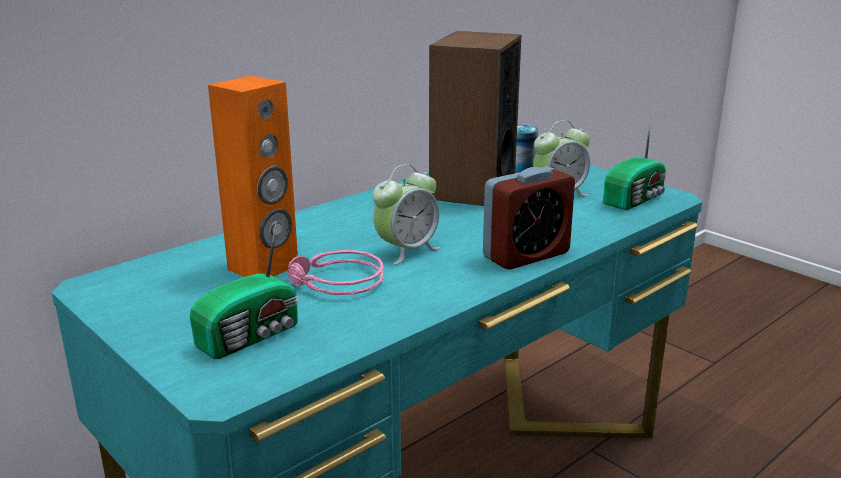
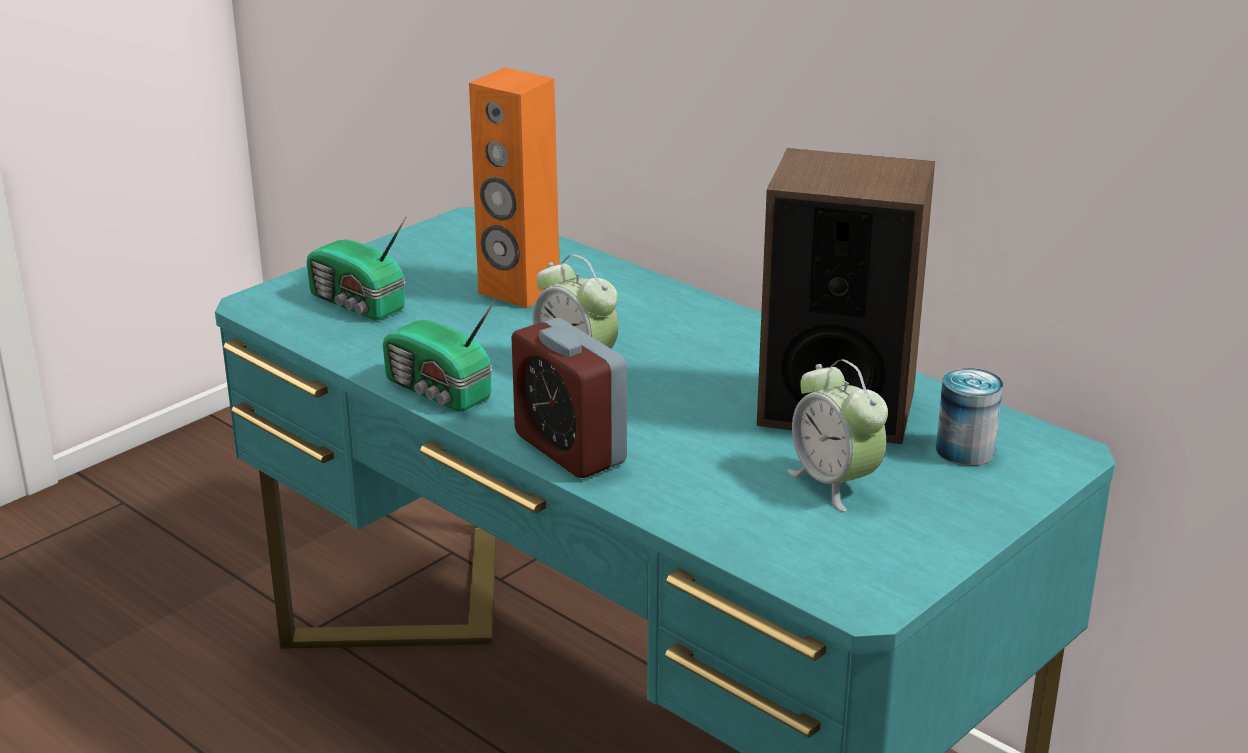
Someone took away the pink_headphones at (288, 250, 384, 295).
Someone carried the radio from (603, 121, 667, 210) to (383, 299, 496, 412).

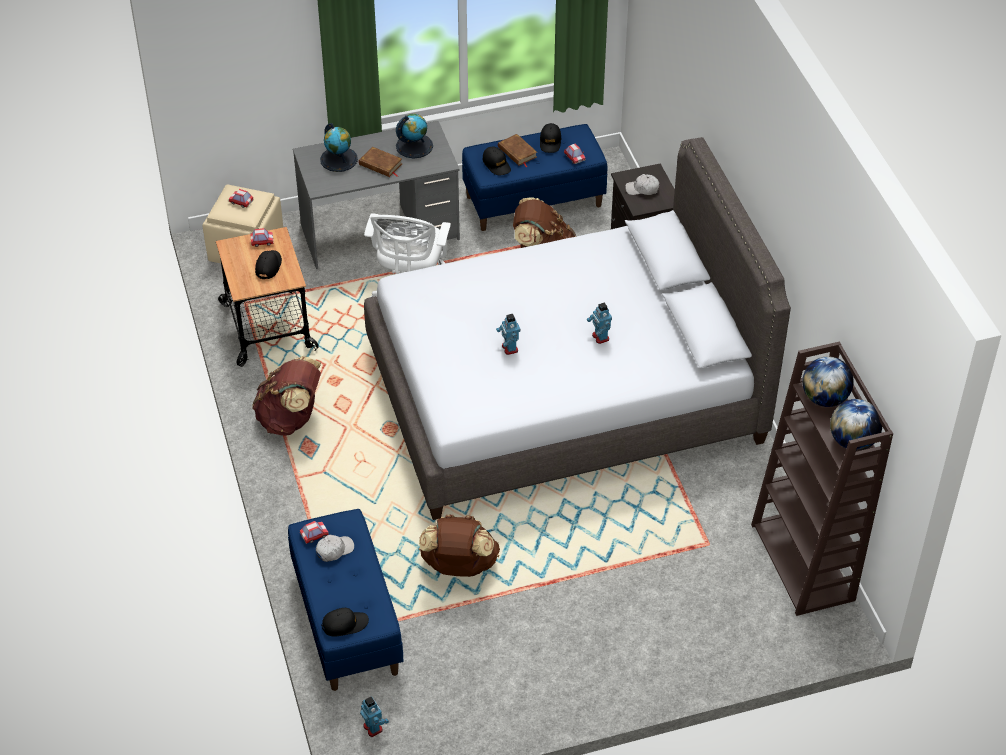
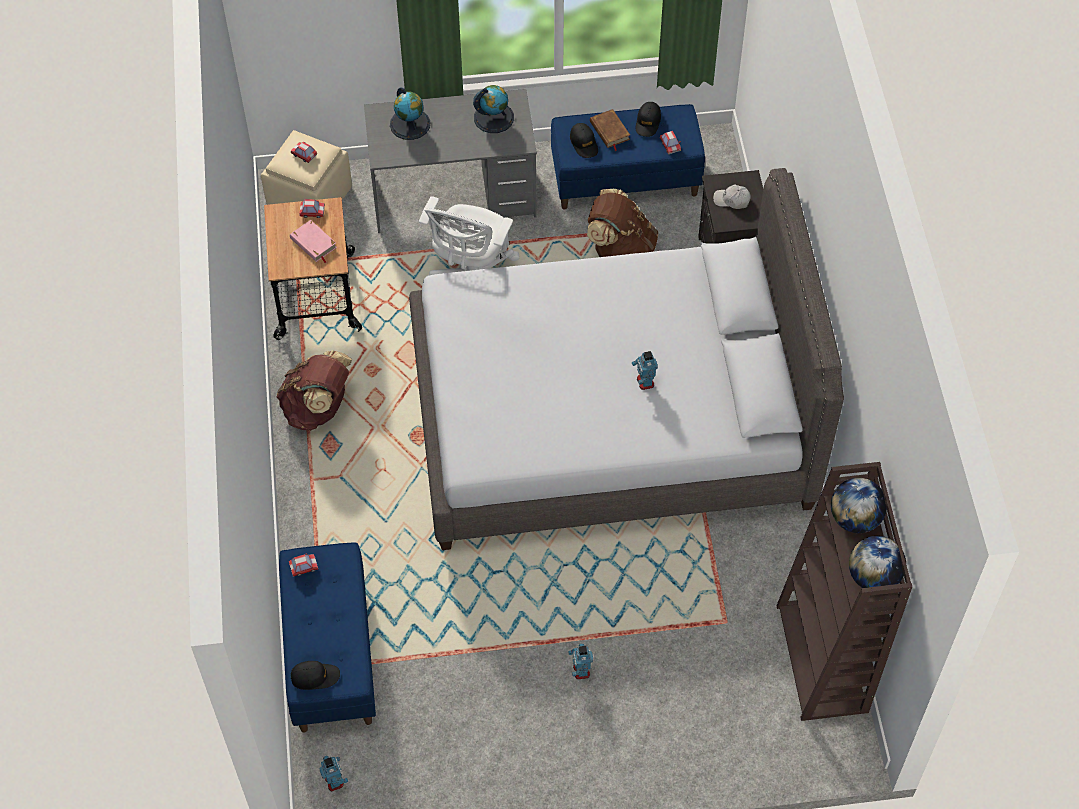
Someone took away the white_cap at (316, 535, 354, 562).
Someone took away the brown_book at (359, 147, 402, 177).
Someone took away the brown_backpack at (419, 515, 500, 577).
Someone carried the toy_robot from (496, 314, 520, 355) to (568, 644, 593, 679).
Someone swapped the black_cap at (255, 250, 282, 279) for the pink_book at (290, 220, 337, 263).

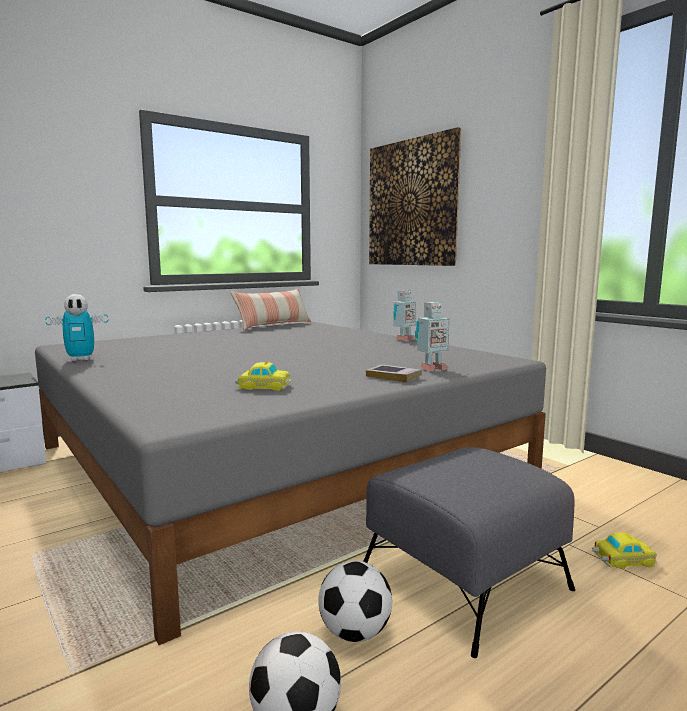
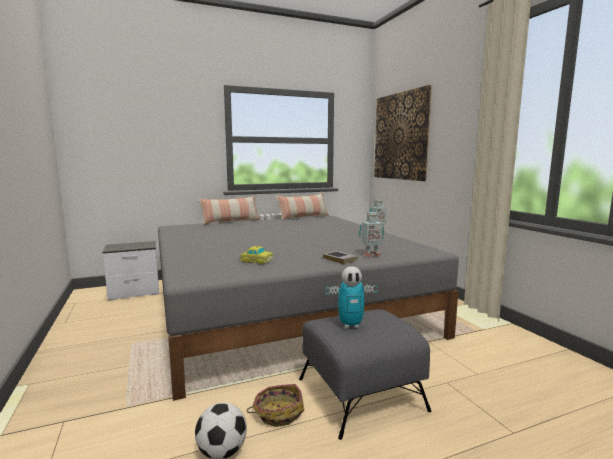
Someone took away the toy_car at (592, 532, 657, 569).
Someone put down the pillow at (198, 196, 260, 225).
Someone carried the toy_robot from (45, 294, 109, 361) to (325, 266, 378, 329).
Someone swapped the football at (318, 561, 392, 642) for the basket at (247, 384, 304, 427).

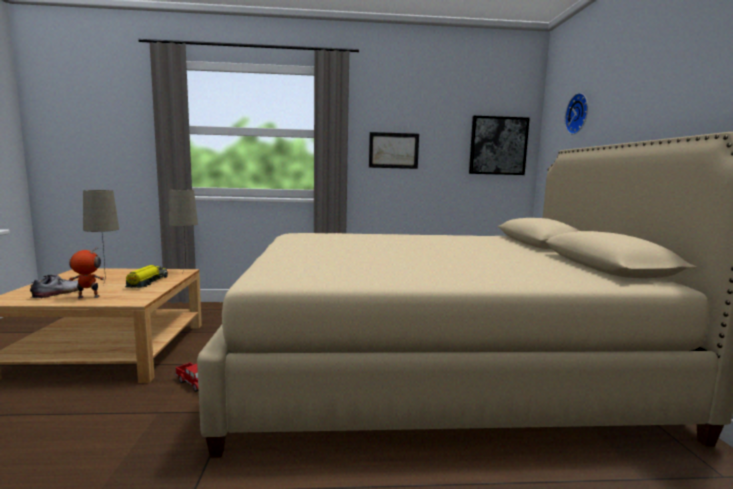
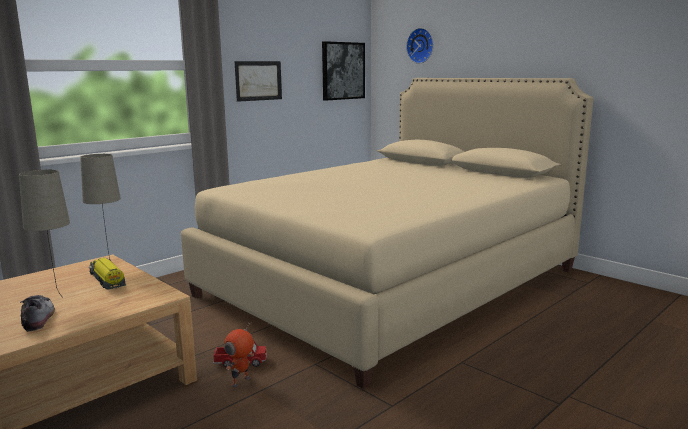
Someone carried the toy_robot from (69, 247, 104, 298) to (224, 322, 254, 387).

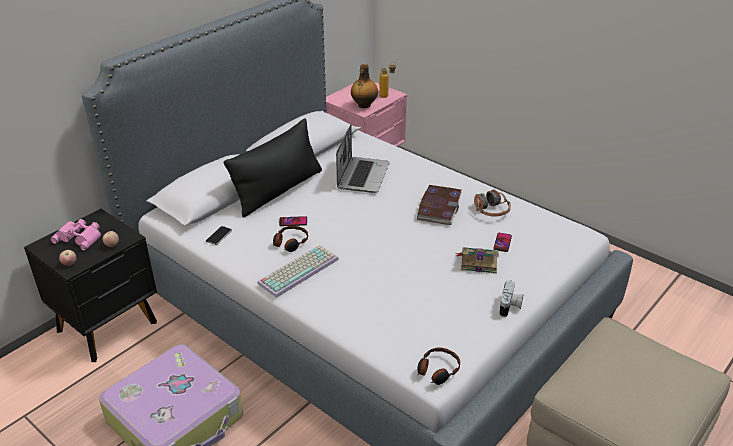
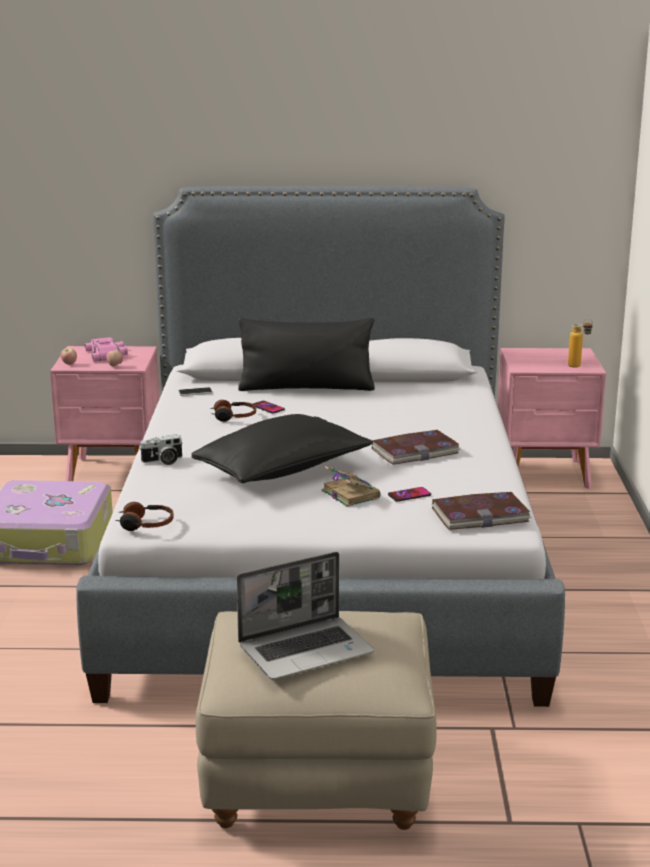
Someone took away the keyboard at (257, 245, 339, 298).
Someone took away the bottle at (351, 64, 378, 108).
Someone took away the headphones at (474, 190, 511, 217).
Someone put down the black_pillow at (191, 414, 372, 483).
Someone put down the book at (431, 492, 531, 530).
Someone carried the laptop from (336, 124, 390, 193) to (237, 552, 374, 680).
Someone carried the photo_camera from (500, 280, 524, 317) to (139, 434, 183, 465).
Someone repainted the black_nightstand at (24, 209, 157, 362), which became the pink_nightstand at (50, 346, 159, 481).

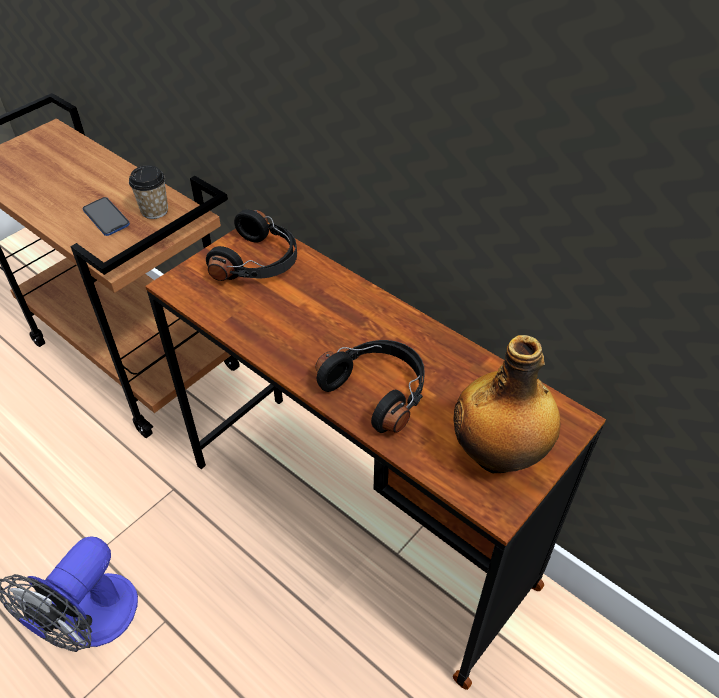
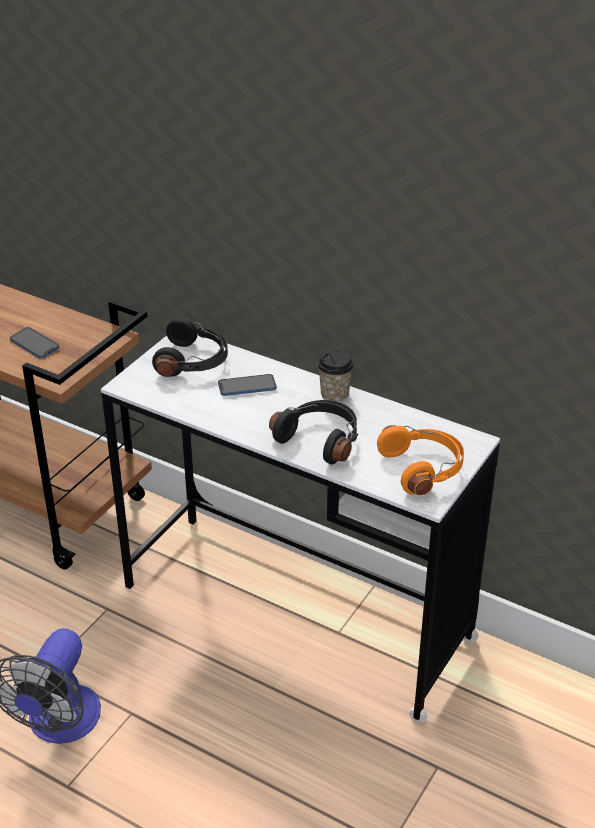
Someone put down the phone at (218, 374, 277, 396).
Someone carried the cup from (129, 165, 168, 219) to (318, 350, 354, 402).
Someone swapped the bottle at (453, 335, 560, 474) for the orange_headphones at (377, 425, 464, 495).
Someone repainted the brown_desk at (145, 223, 606, 690), which became the white_desk at (101, 335, 500, 723).

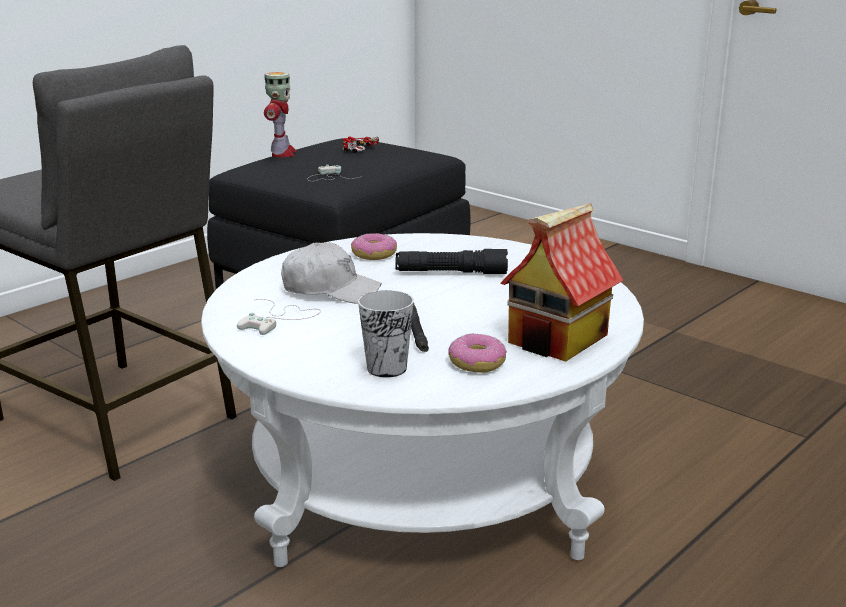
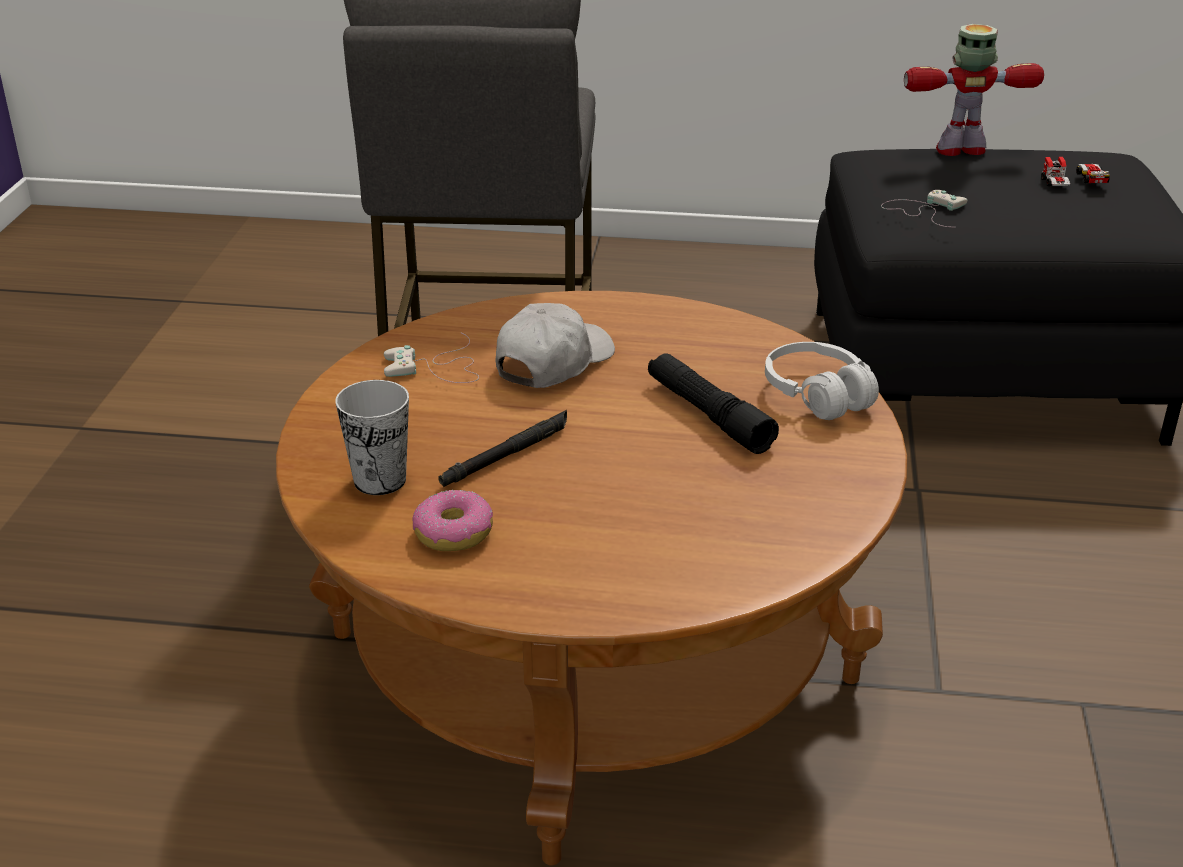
Someone took away the donut at (351, 233, 397, 260).
Someone took away the toy_house at (500, 203, 624, 362).
Someone put down the white_headphones at (765, 342, 879, 420).
Someone repainted the white_coffee_table at (201, 233, 644, 567), which became the brown_coffee_table at (276, 291, 907, 865).
Someone rotated the toy_robot at (264, 72, 297, 157) by 150 degrees counterclockwise.
Someone rotated the white_cap at (281, 242, 382, 304) by 120 degrees counterclockwise.

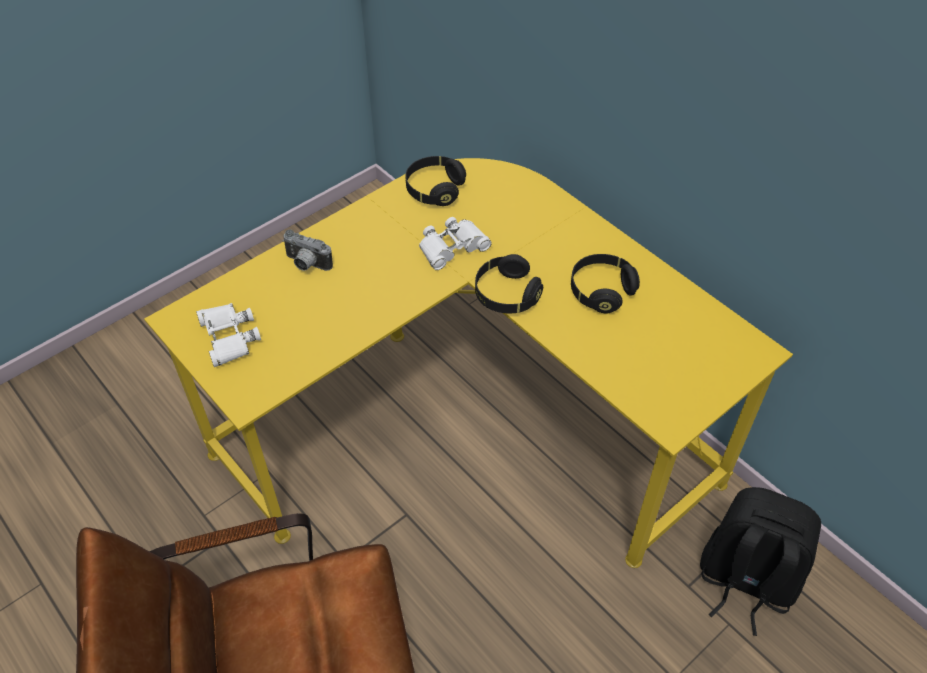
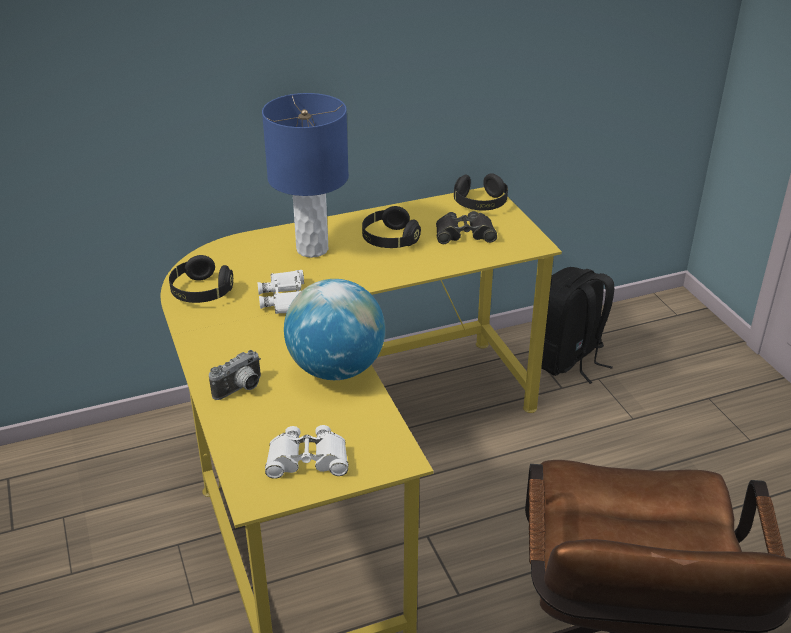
Someone put down the blue_table_lamp at (262, 93, 349, 258).
Someone put down the globe at (284, 279, 385, 380).
Someone put down the black_binoculars at (436, 211, 497, 244).
Someone carried the black_headphones from (475, 254, 543, 313) to (454, 173, 508, 211).

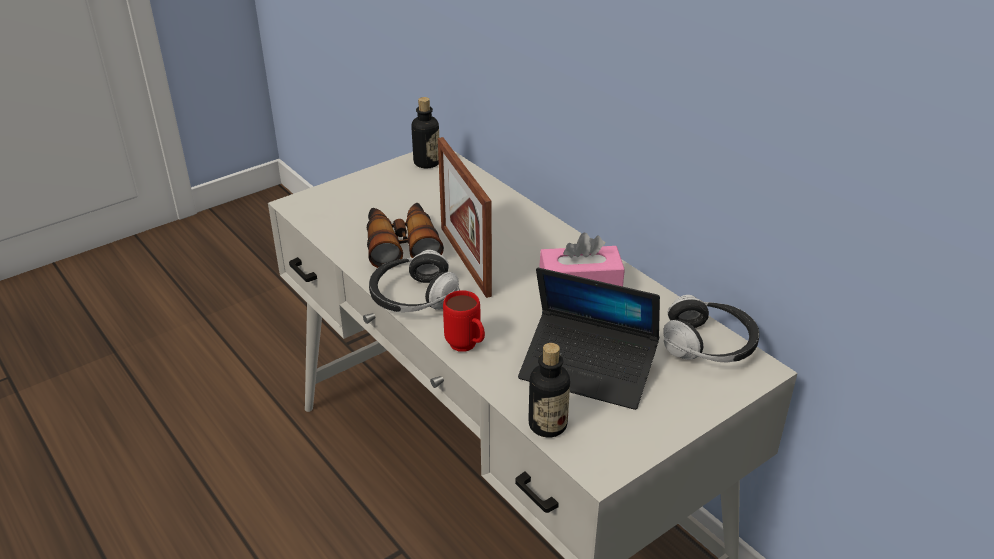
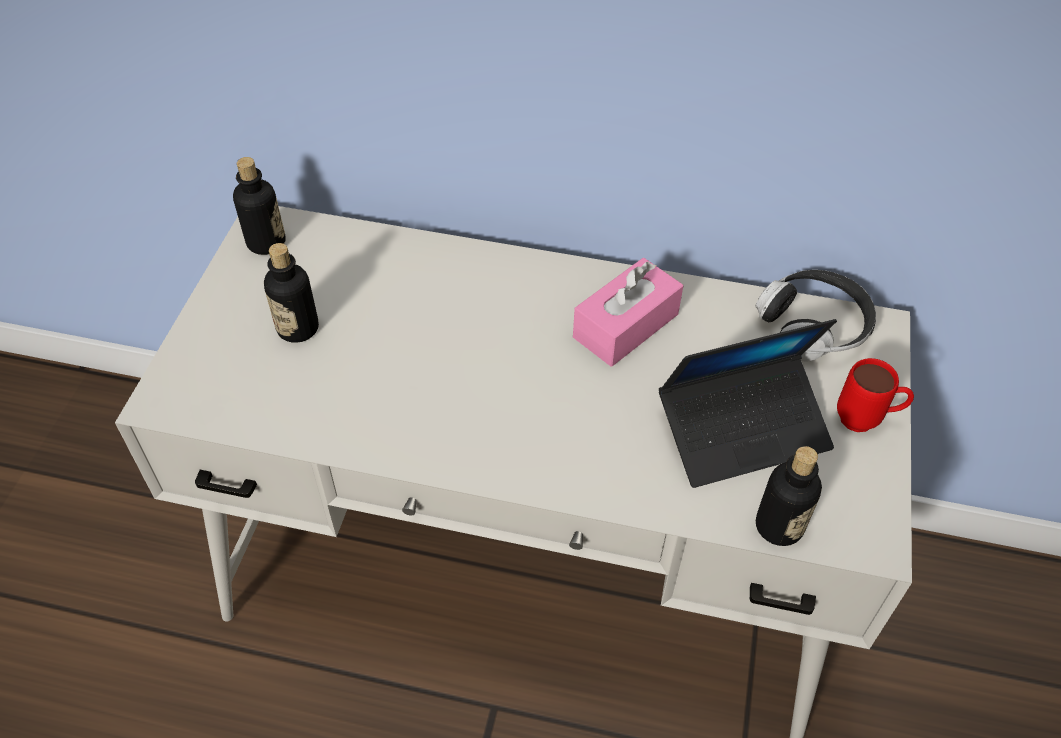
Someone took away the binoculars at (367, 203, 444, 268).
Someone took away the headphones at (369, 250, 460, 312).
Someone took away the picture_frame at (438, 137, 492, 298).
Someone put down the bottle at (264, 243, 319, 343).
Someone carried the red_mug from (443, 290, 485, 352) to (837, 358, 914, 432).

